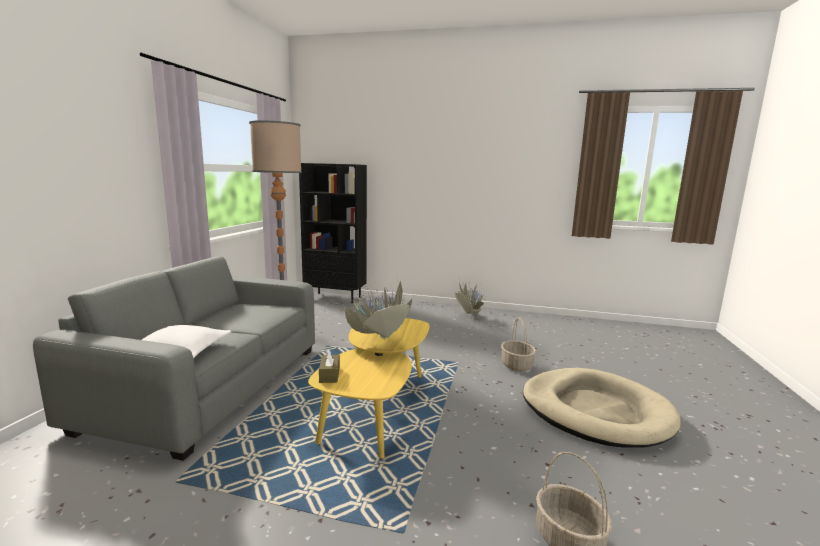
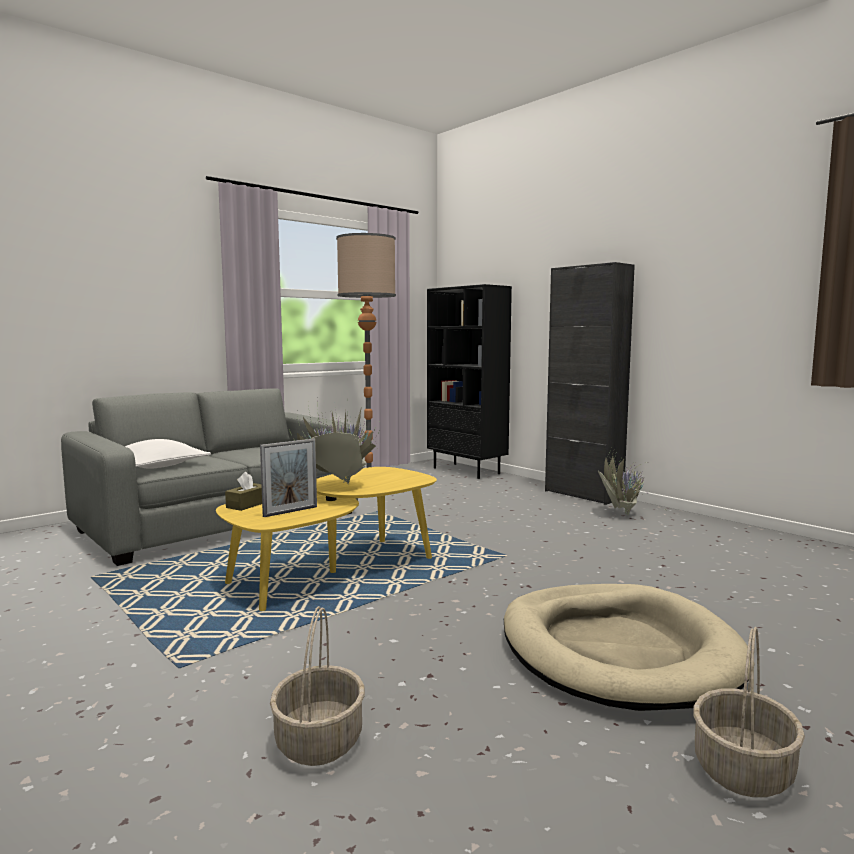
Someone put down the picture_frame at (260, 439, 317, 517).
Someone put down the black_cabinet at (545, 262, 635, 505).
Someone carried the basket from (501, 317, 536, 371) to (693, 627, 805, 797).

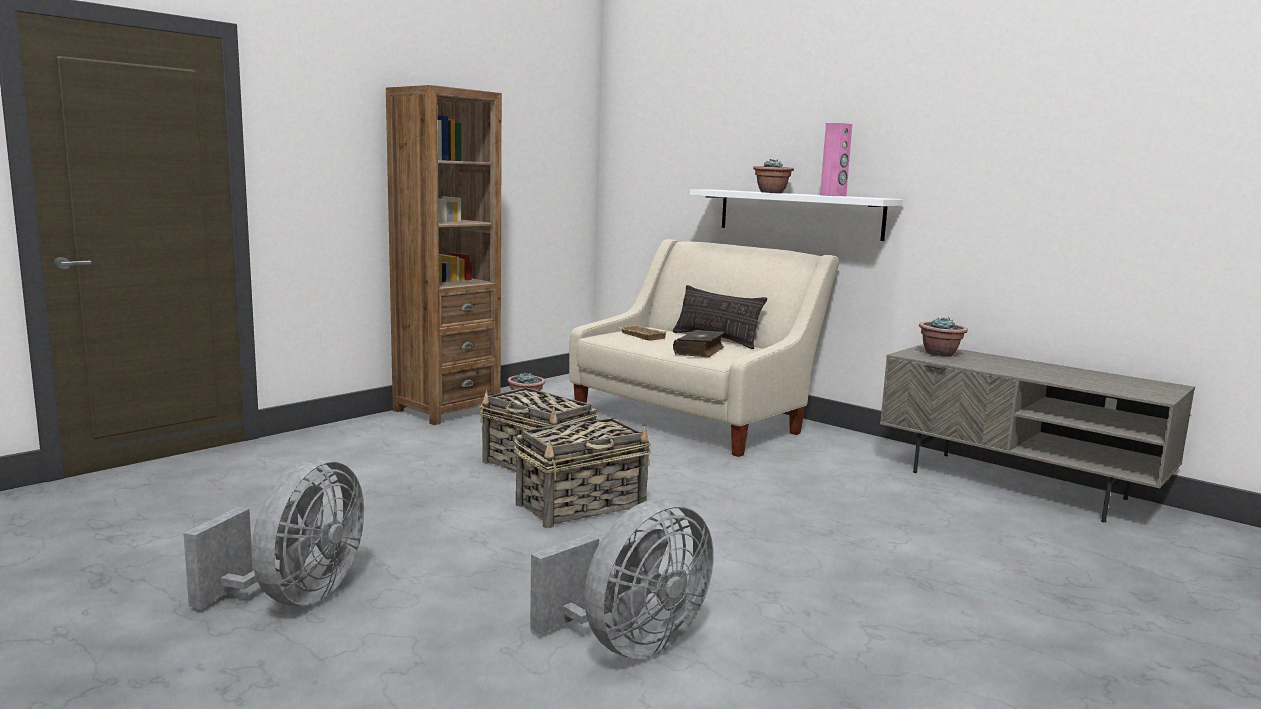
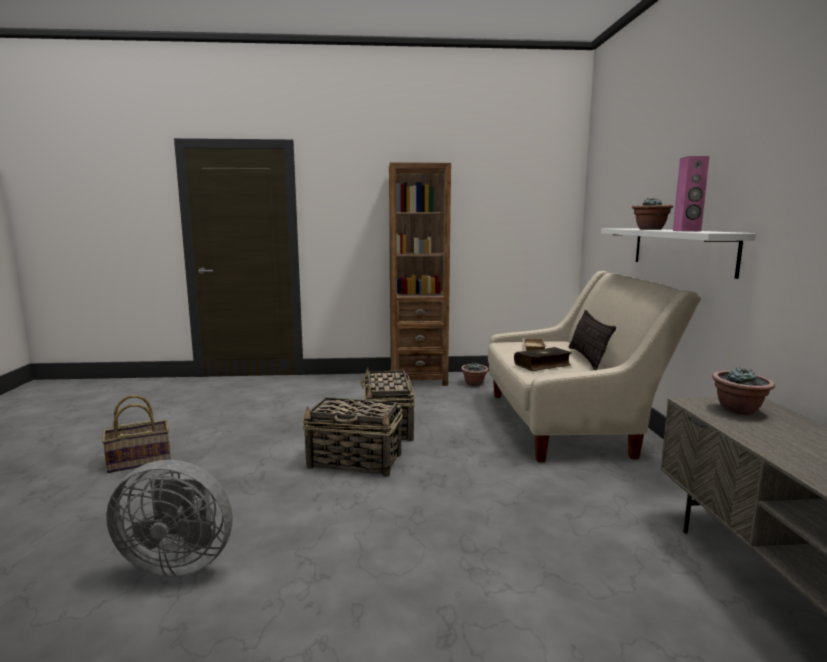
Someone swapped the grey_fan at (183, 458, 364, 609) for the basket at (102, 395, 171, 473).

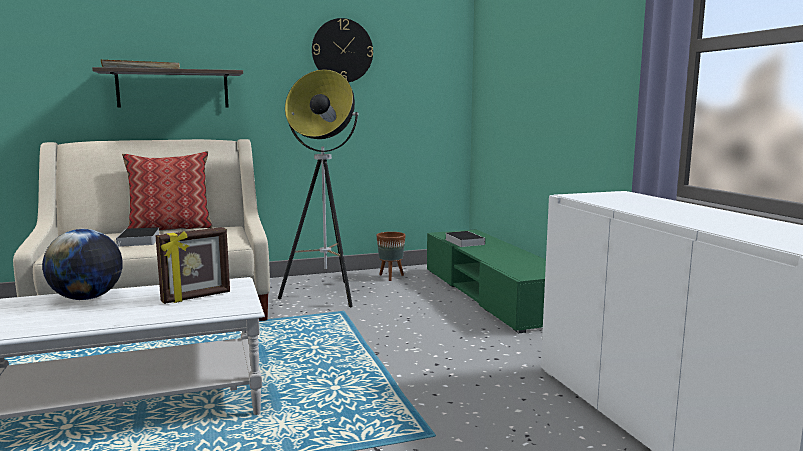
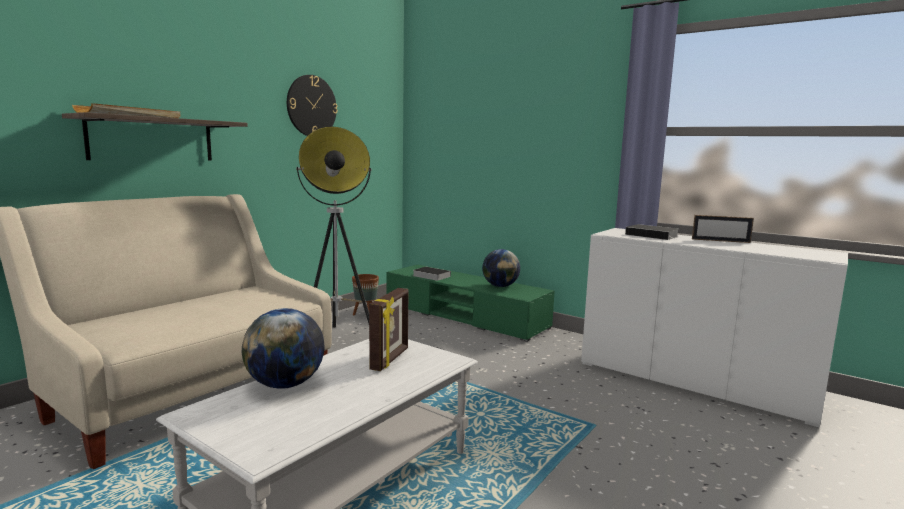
Someone took away the pillow at (122, 151, 213, 230).
Someone put down the globe at (482, 249, 520, 287).
Someone put down the picture_frame at (692, 215, 754, 243).
Someone carried the book from (116, 227, 160, 247) to (625, 224, 678, 240).

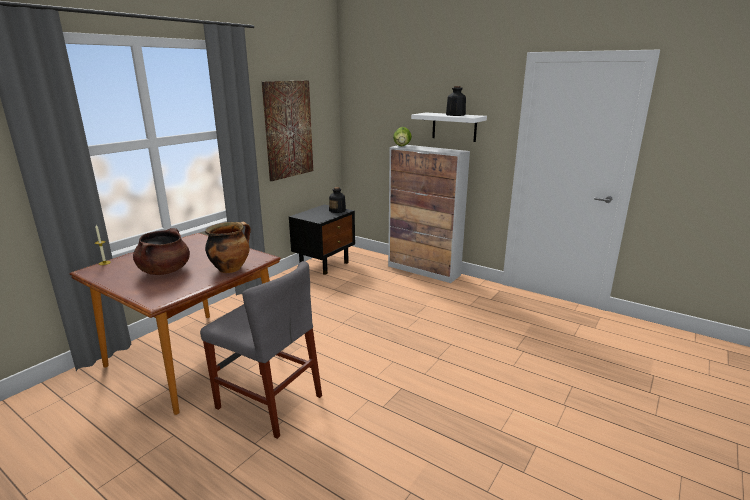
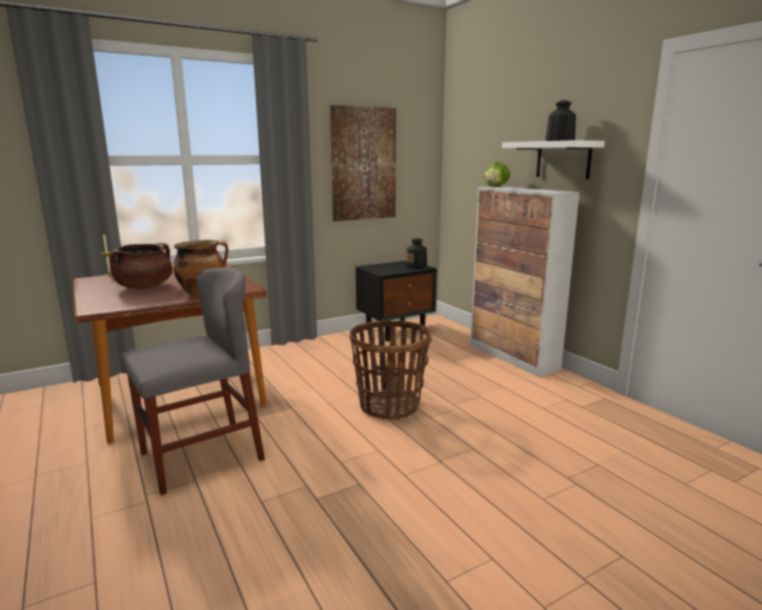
Someone put down the basket at (350, 320, 432, 420).
Someone rotated the grey_chair at (200, 261, 322, 439) by 90 degrees counterclockwise.

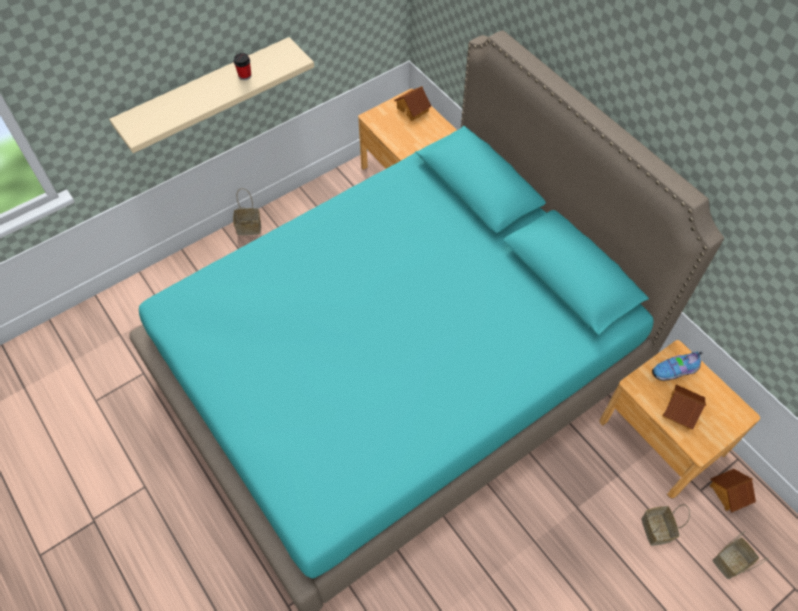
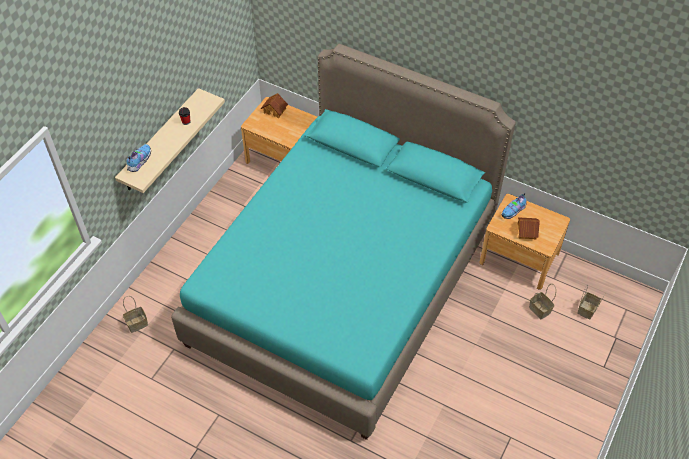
Someone took away the toy_house at (710, 469, 756, 512).
Someone put down the shoe at (126, 144, 151, 172).
Someone carried the basket from (233, 188, 261, 236) to (123, 296, 148, 333).

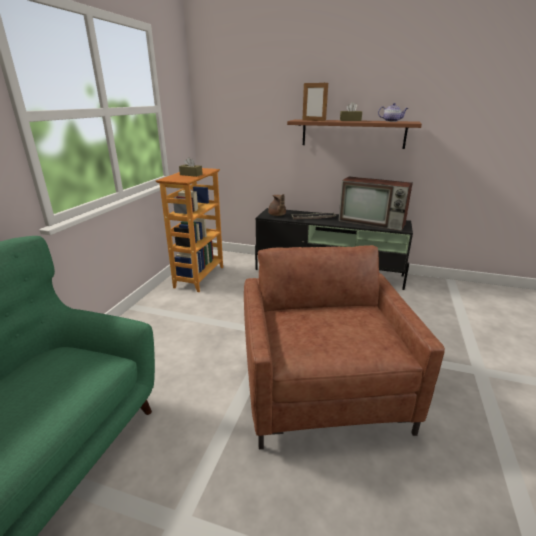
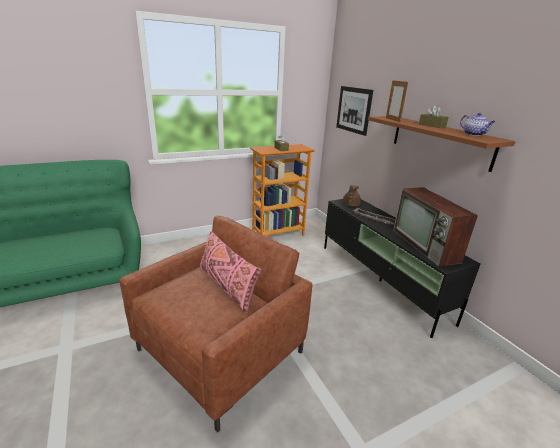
Someone put down the pink_pillow at (200, 231, 261, 314).
Someone put up the picture at (336, 86, 373, 136).

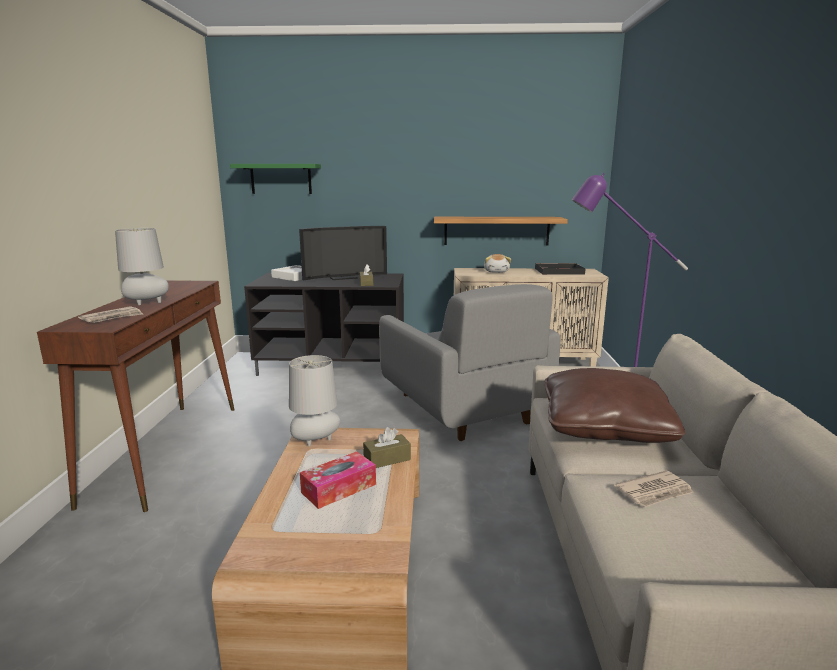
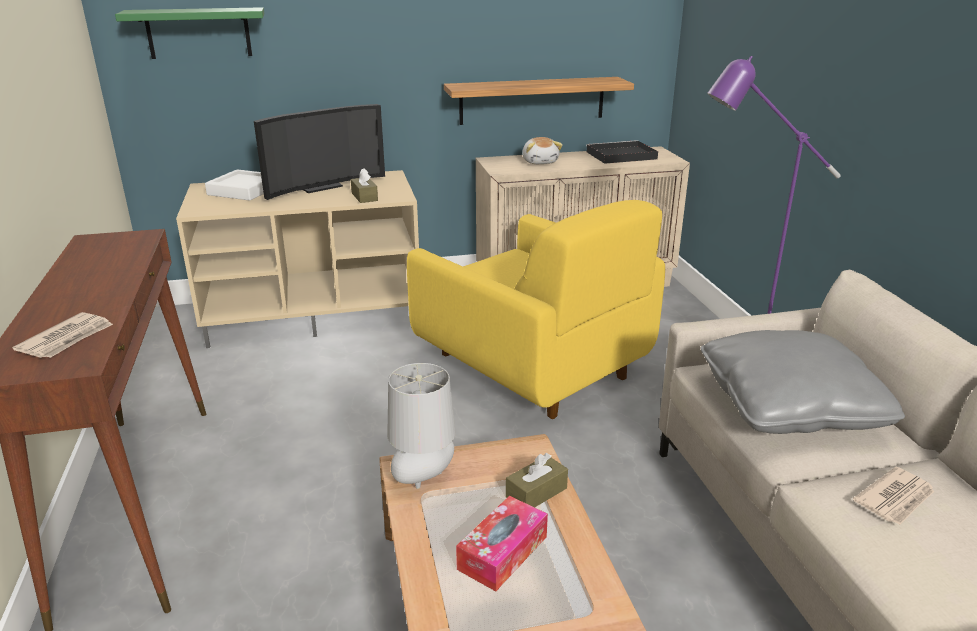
Someone took away the grey_table_lamp at (115, 228, 169, 305).
Someone repainted the black_tv_stand at (244, 273, 404, 376), which became the beige_tv_stand at (176, 170, 419, 348).
Someone repainted the grey_armchair at (379, 284, 560, 441), which became the yellow_armchair at (407, 200, 665, 419).
Someone repainted the brown_pillow at (545, 368, 685, 443), which became the grey_pillow at (701, 330, 905, 434).

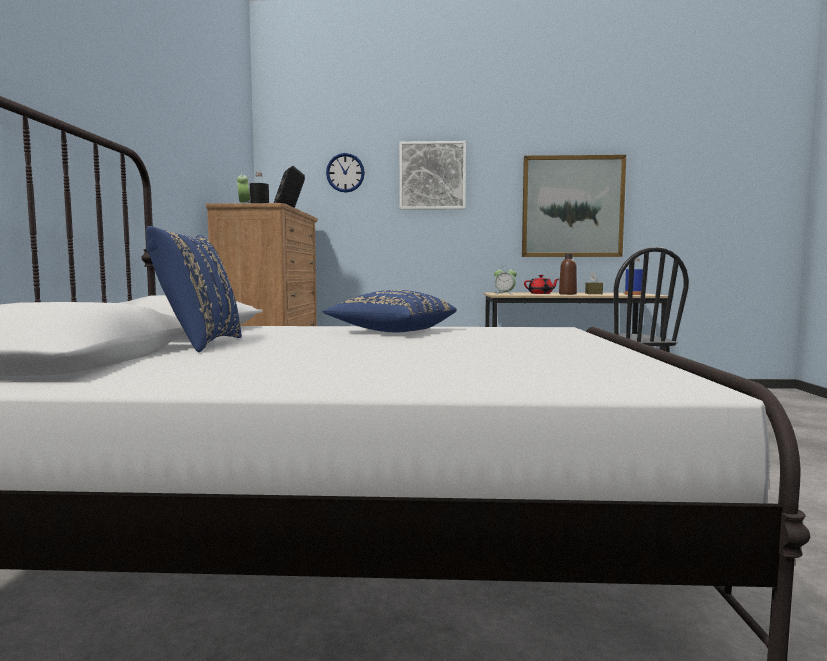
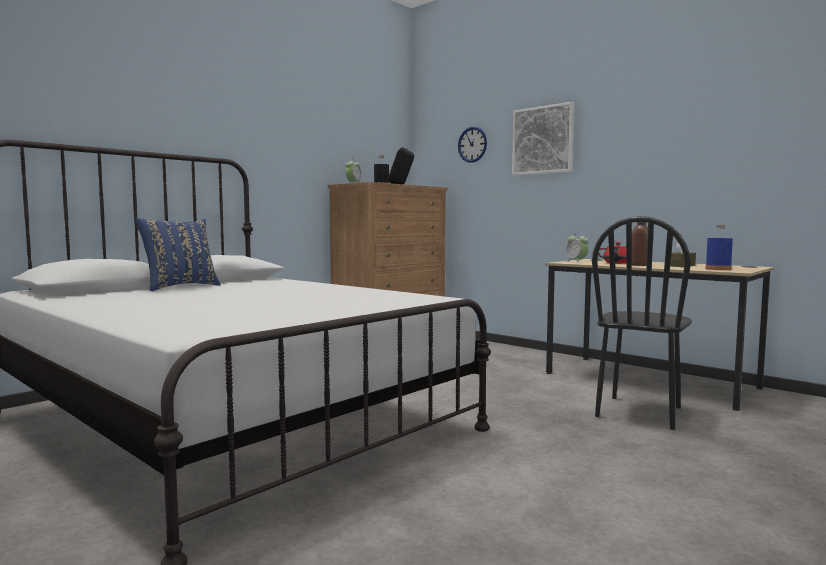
Someone took away the blue_pillow at (323, 290, 457, 332).
Someone took away the picture at (522, 155, 626, 257).

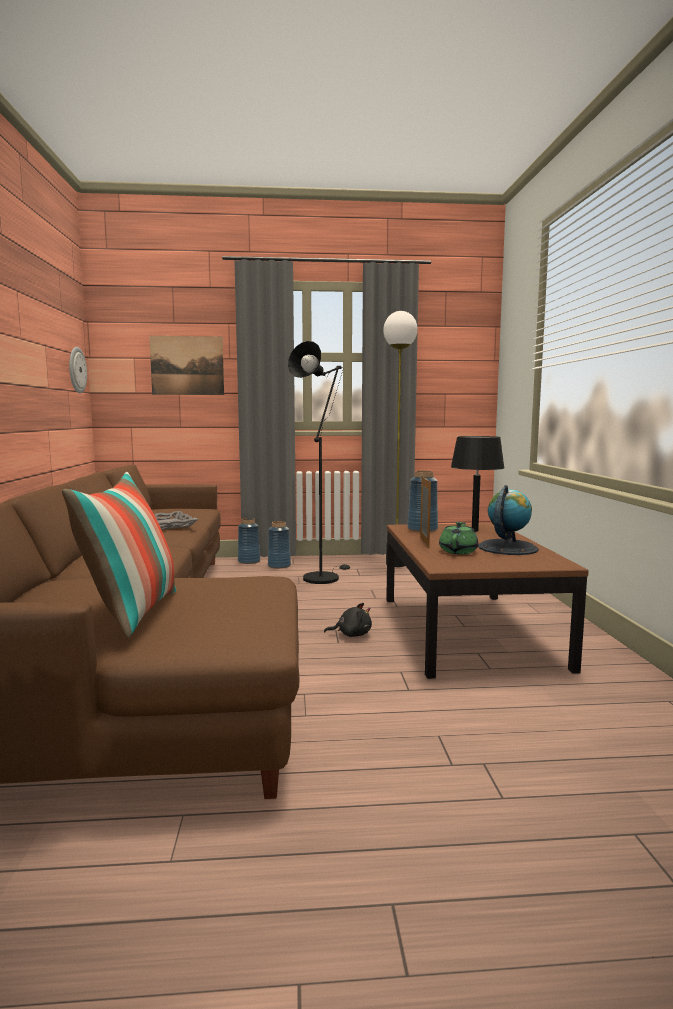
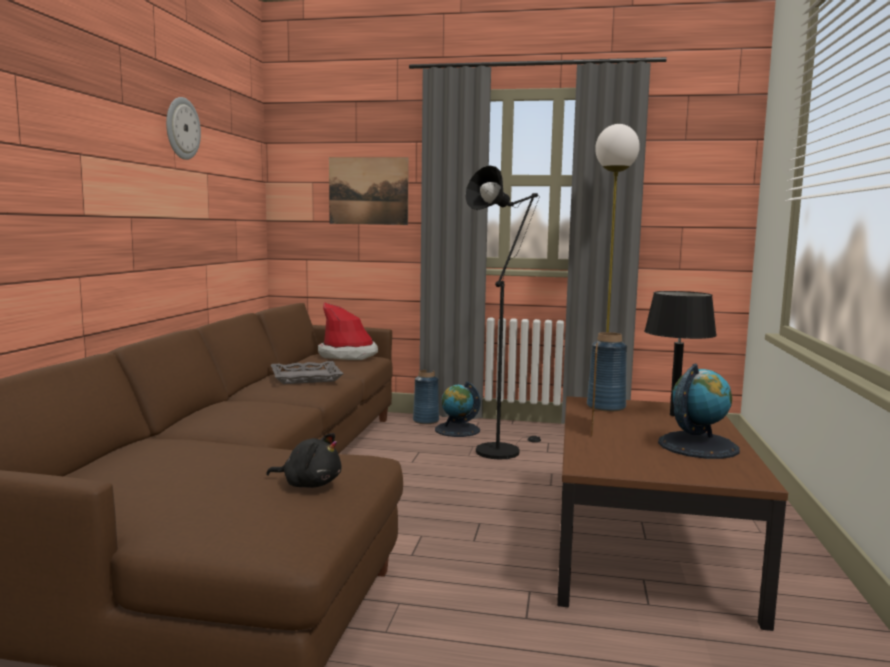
Someone took away the pillow at (62, 472, 176, 638).
Someone took away the green_teapot at (439, 522, 478, 554).
Someone put down the hat at (318, 302, 378, 360).
Someone carried the wall_clock from (69, 347, 87, 393) to (166, 97, 201, 160).
Someone carried the black_plush_toy from (324, 603, 372, 637) to (266, 433, 342, 488).
Someone swapped the blue_vase at (268, 521, 291, 569) for the globe at (435, 381, 481, 437).

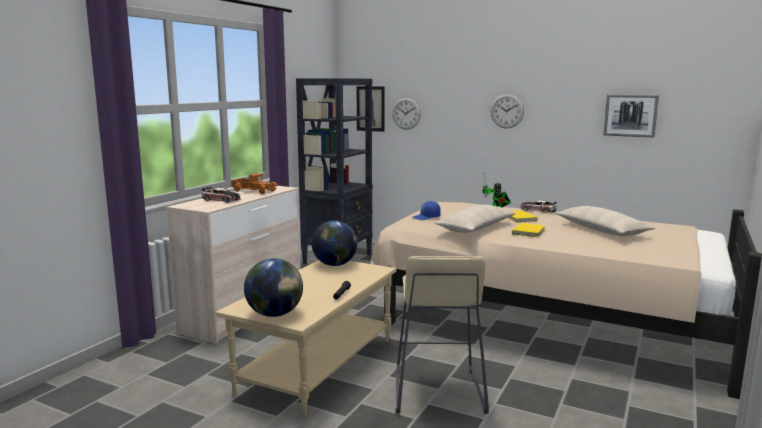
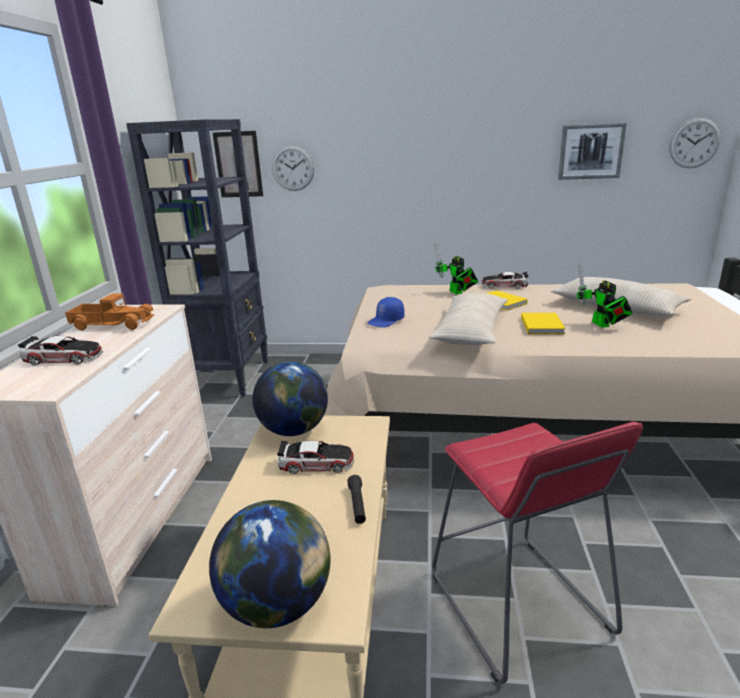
Someone put down the toy_car at (277, 440, 354, 474).
Someone put down the toy_robot at (577, 262, 633, 328).
Someone carried the wall_clock from (491, 94, 524, 128) to (669, 118, 721, 168).
Someone repainted the beige_stool at (395, 256, 489, 414), which became the red_stool at (432, 422, 643, 684).

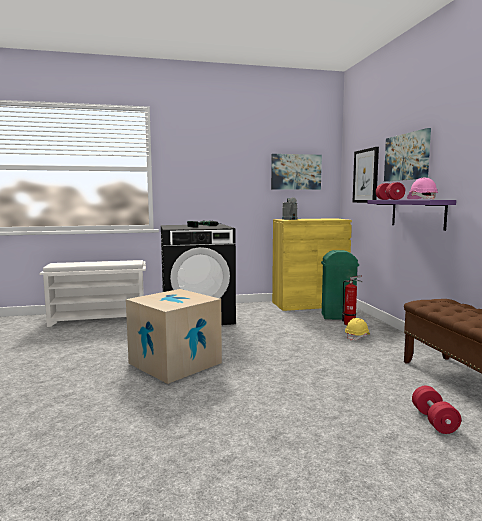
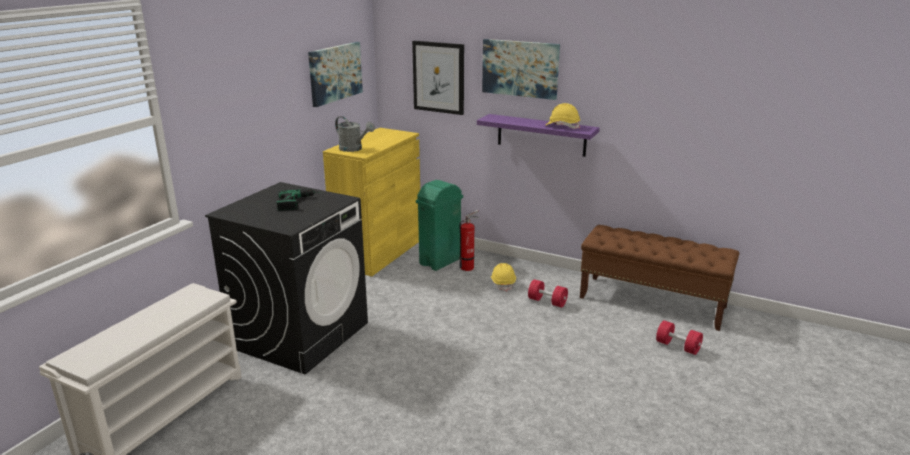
Someone took away the cardboard_box at (126, 289, 222, 384).
Someone carried the red_dumbbell from (376, 182, 405, 200) to (528, 279, 568, 308).
Someone repainted the pink_hard_hat at (407, 178, 438, 200), which became the yellow_hard_hat at (546, 103, 580, 129).

